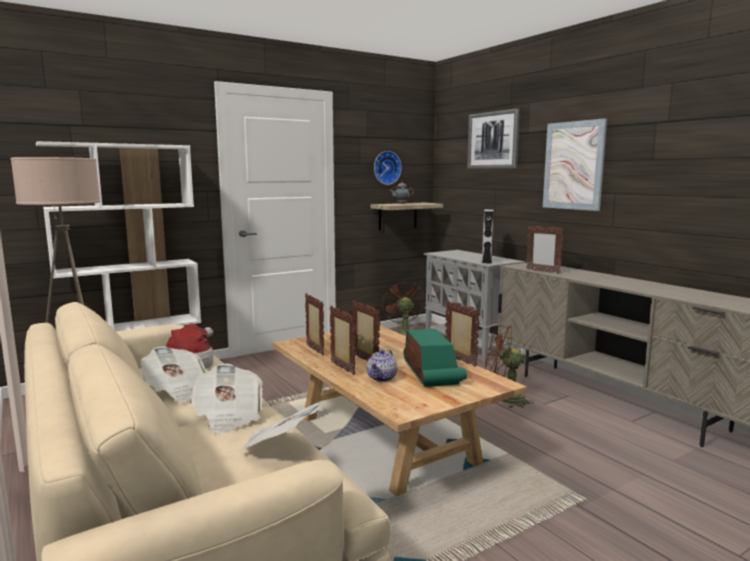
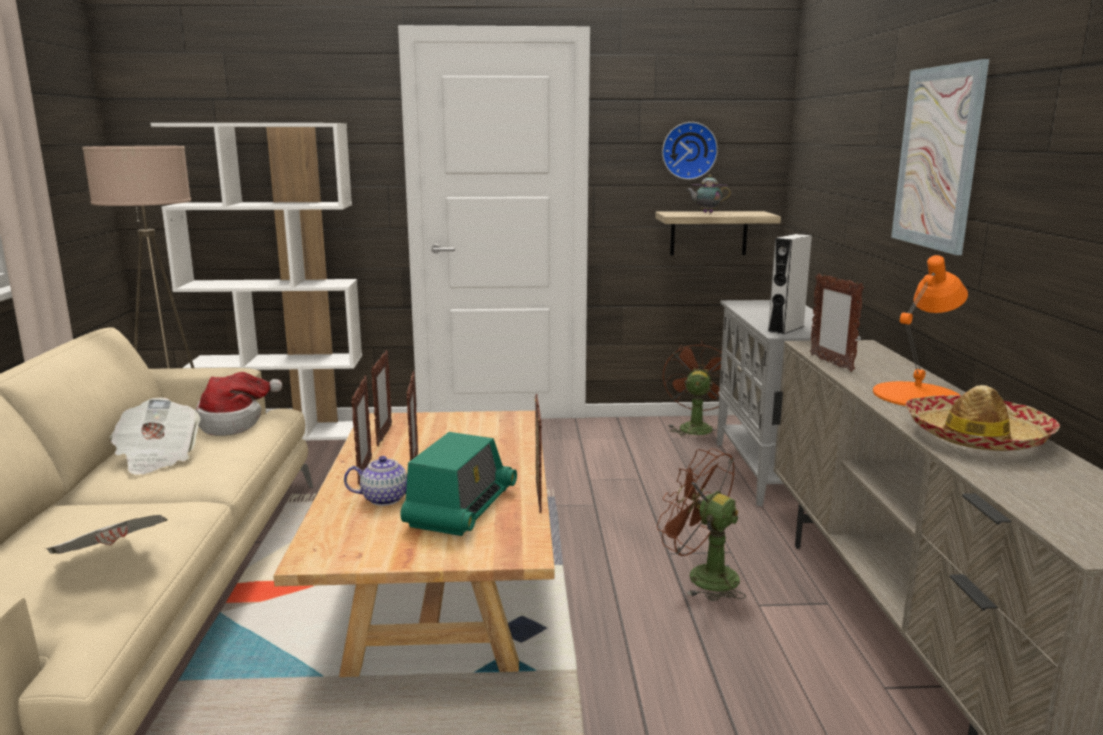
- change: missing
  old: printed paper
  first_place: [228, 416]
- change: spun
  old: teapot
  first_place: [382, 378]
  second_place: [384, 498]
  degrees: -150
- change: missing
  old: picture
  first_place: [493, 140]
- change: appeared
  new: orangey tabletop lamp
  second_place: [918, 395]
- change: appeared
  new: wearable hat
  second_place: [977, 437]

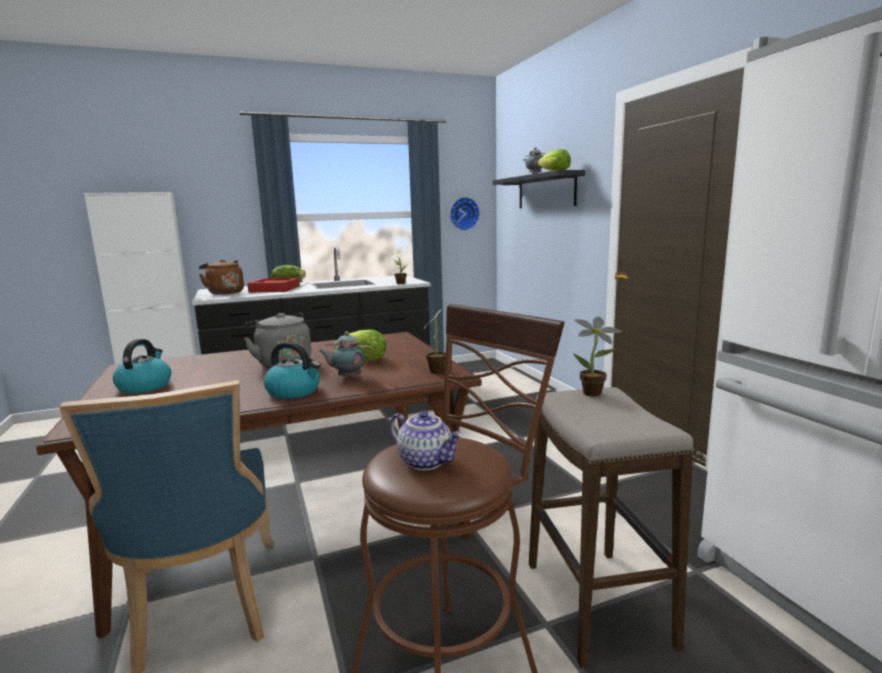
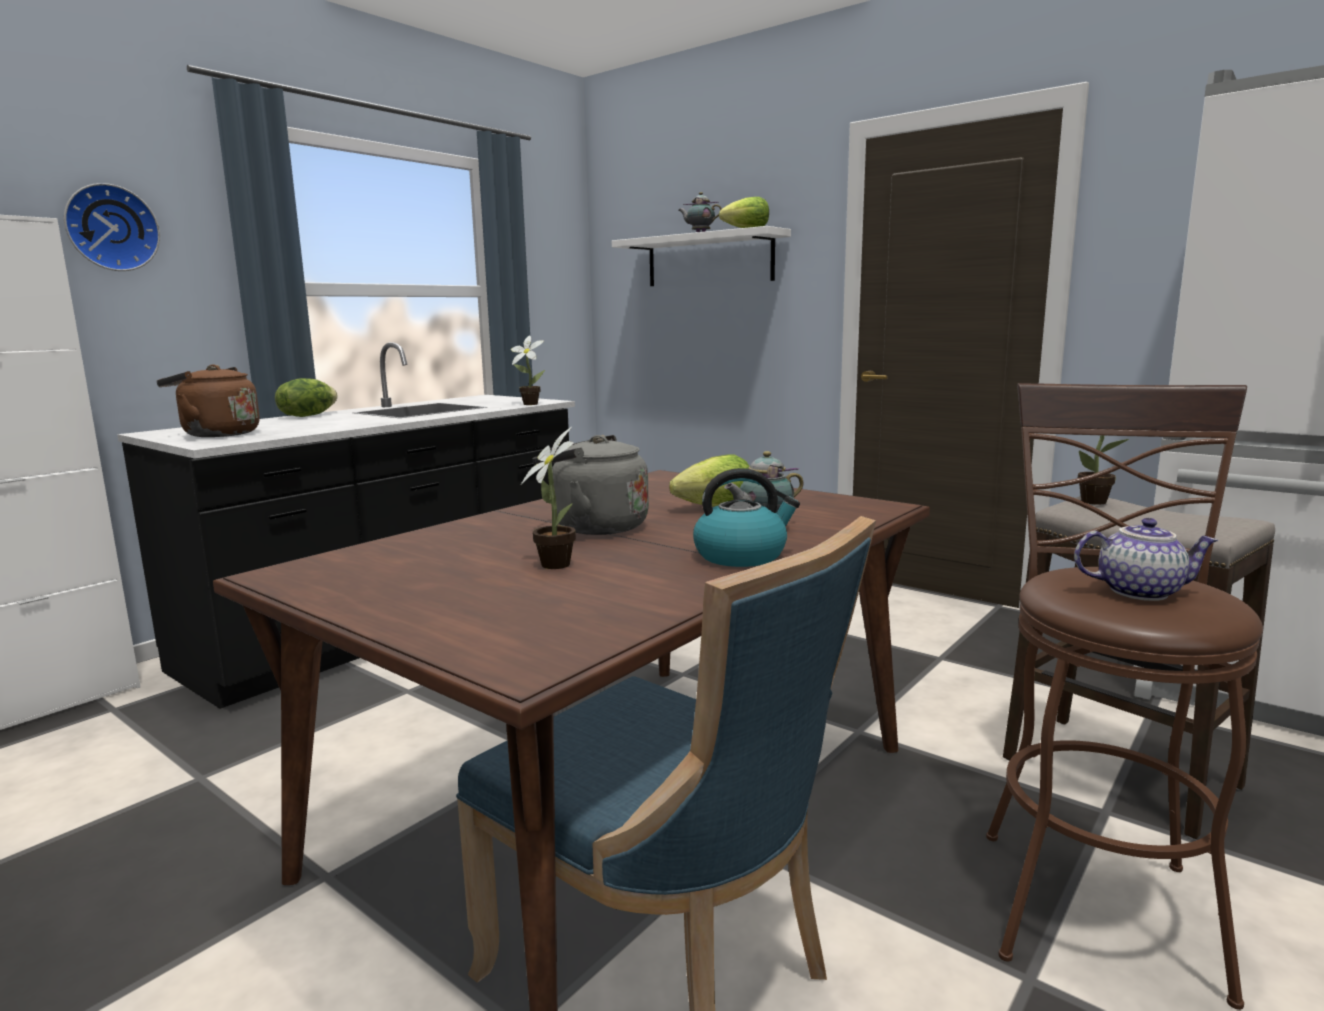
- change: missing
  old: kettle
  first_place: [145, 386]
- change: missing
  old: red carrying tray
  first_place: [274, 289]
- change: relocated
  old: plant in a pot
  first_place: [438, 371]
  second_place: [556, 563]
- change: relocated
  old: hanging clock
  first_place: [463, 214]
  second_place: [111, 228]
- change: colour
  old: blackish shelf
  new: whitish shelf
  first_place: [546, 191]
  second_place: [709, 260]

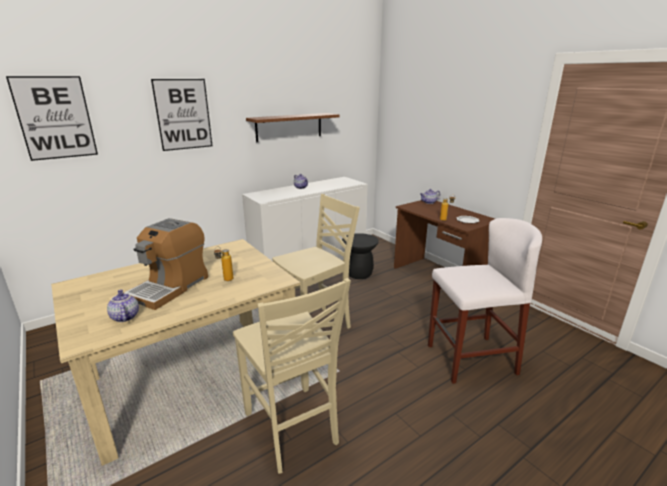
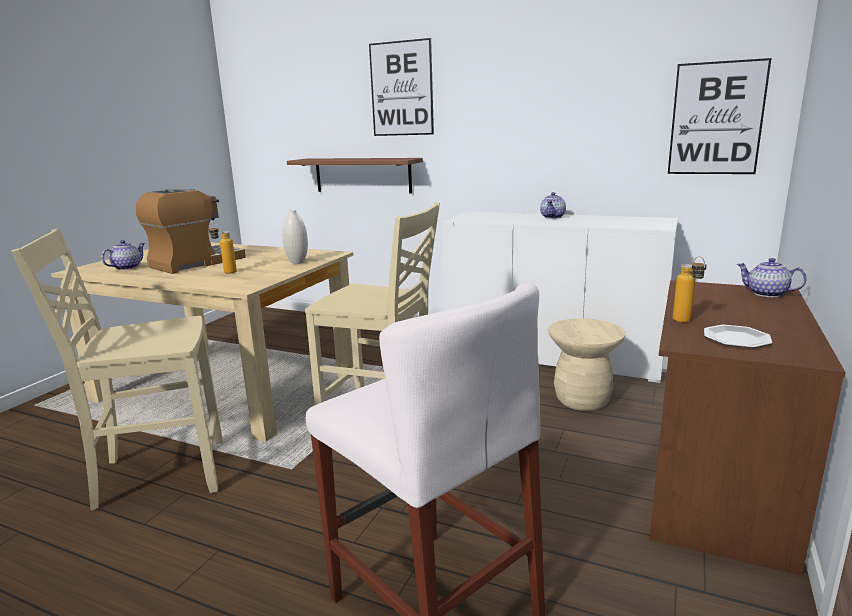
- change: relocated
  old: picture
  first_place: [55, 118]
  second_place: [716, 119]
- change: spun
  old: coffee brewer
  first_place: [170, 287]
  second_place: [196, 263]
  degrees: 135
- change: spun
  old: beige-coloured upright chair
  first_place: [292, 429]
  second_place: [159, 474]
  degrees: 45
- change: relocated
  old: brown-coloured shelf
  first_place: [289, 127]
  second_place: [362, 175]
- change: colour
  old: blackish sitting stool
  new: beige-coloured sitting stool
  first_place: [359, 274]
  second_place: [582, 400]
- change: appeared
  new: whitish flower vase
  second_place: [297, 262]

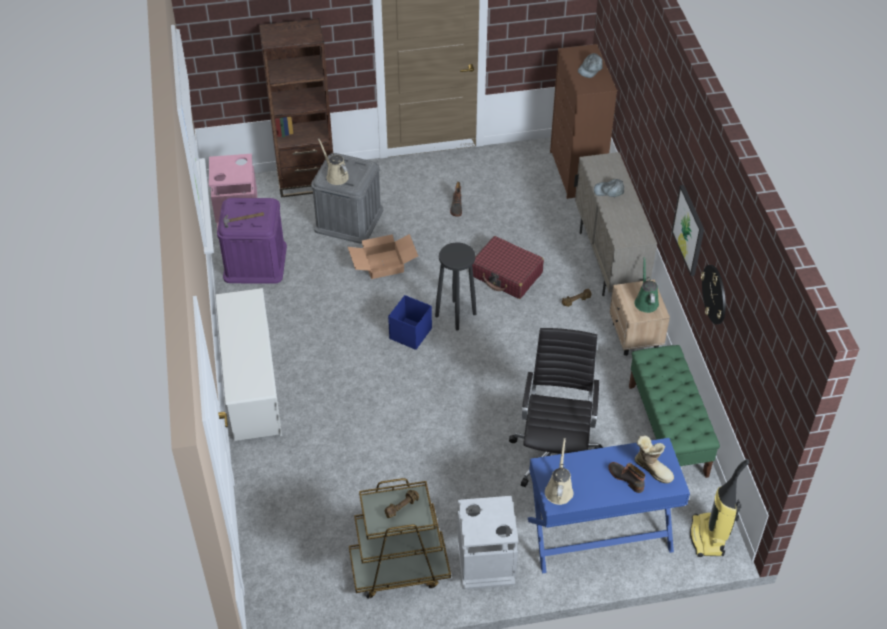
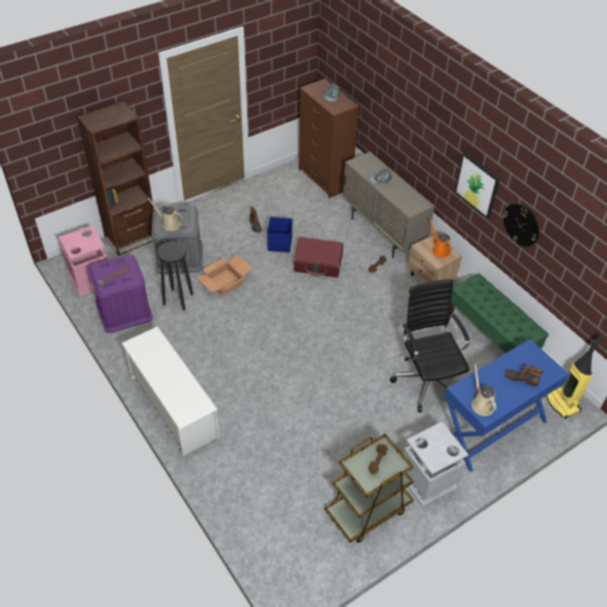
- change: relocated
  old: blue storage box
  first_place: [410, 334]
  second_place: [279, 244]
- change: relocated
  old: blackish sitting stool
  first_place: [456, 314]
  second_place: [178, 299]
- change: colour
  old: greenish watering pot
  new: orangey watering pot
  first_place: [646, 301]
  second_place: [439, 250]
- change: missing
  old: boot
  first_place: [653, 468]

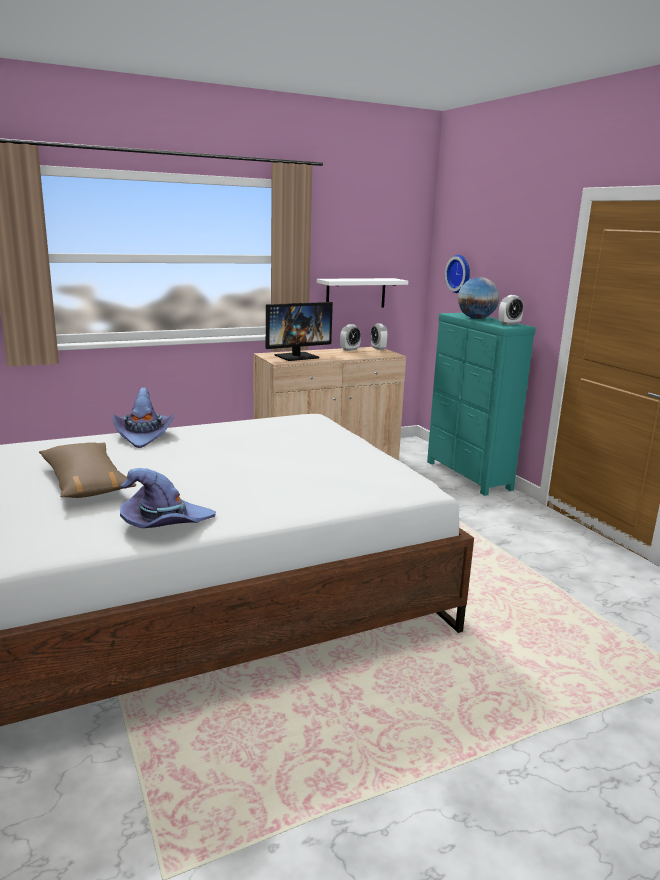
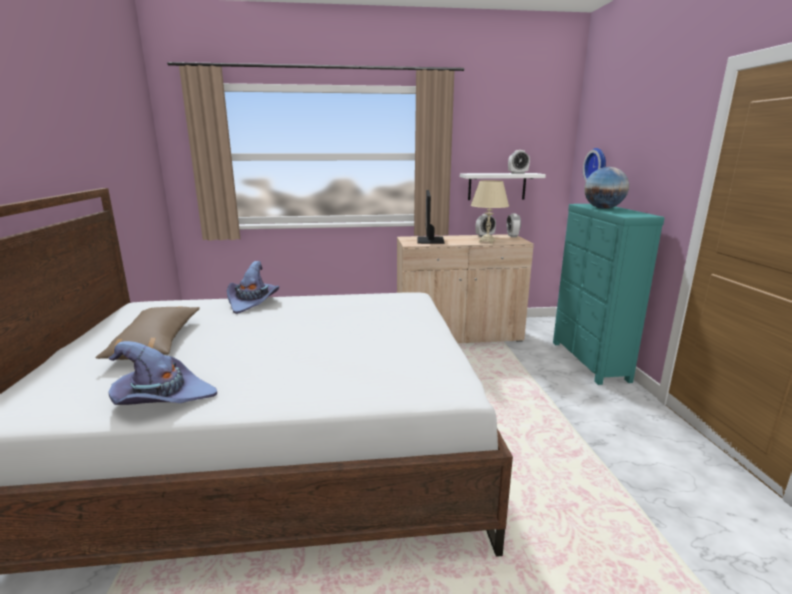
- change: spun
  old: computer screen
  first_place: [297, 356]
  second_place: [430, 240]
  degrees: 105
- change: relocated
  old: alarm clock
  first_place: [509, 324]
  second_place: [517, 173]
- change: appeared
  new: beige-coloured tabletop lamp
  second_place: [487, 241]

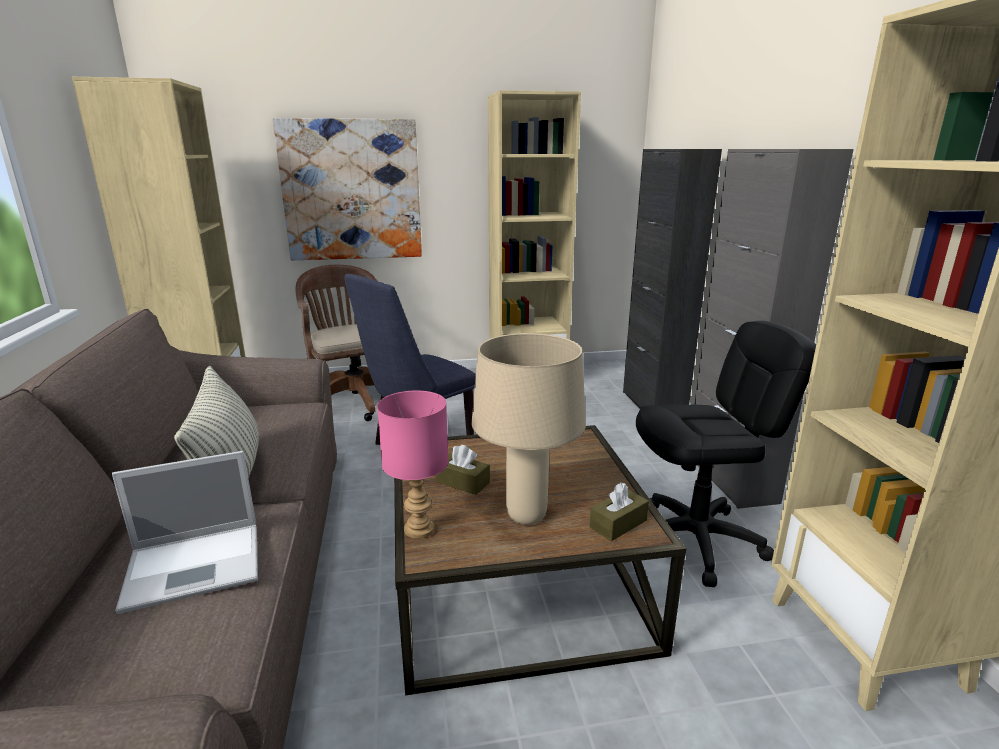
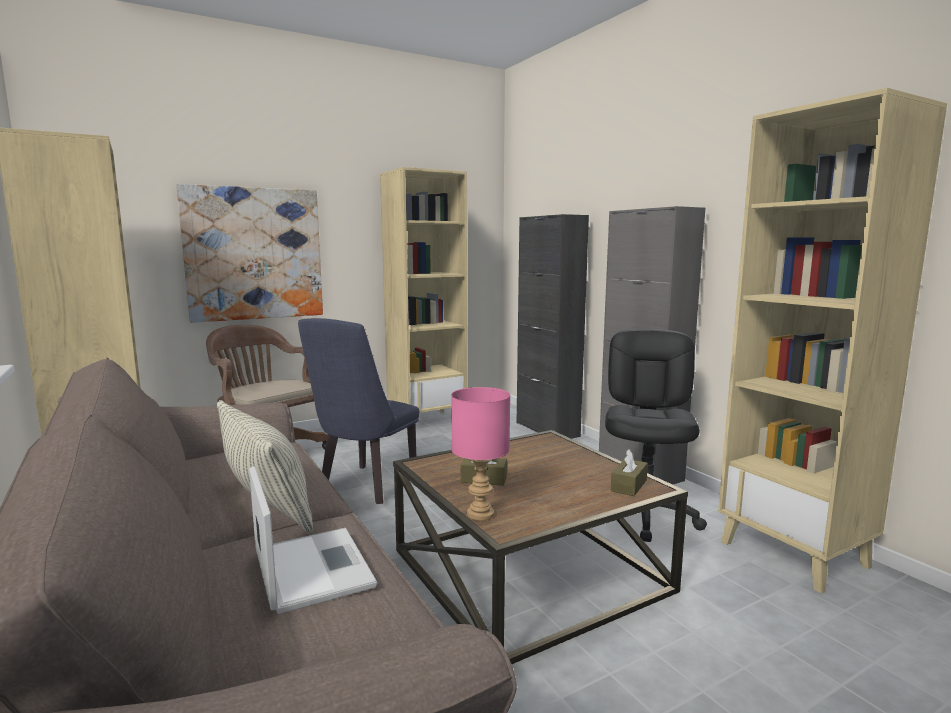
- change: spun
  old: laptop
  first_place: [197, 565]
  second_place: [311, 567]
  degrees: -75
- change: missing
  old: beige-coloured tabletop lamp
  first_place: [527, 516]
- change: spun
  old: blackish desk chair
  first_place: [696, 540]
  second_place: [644, 514]
  degrees: -45

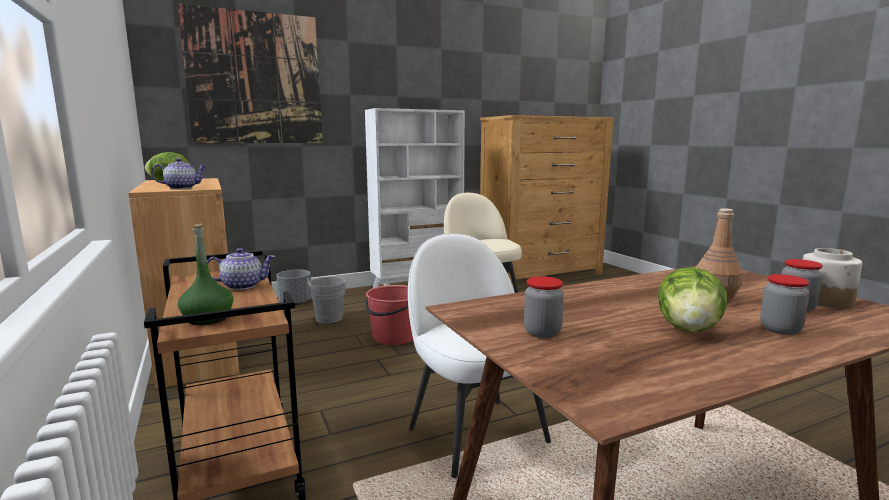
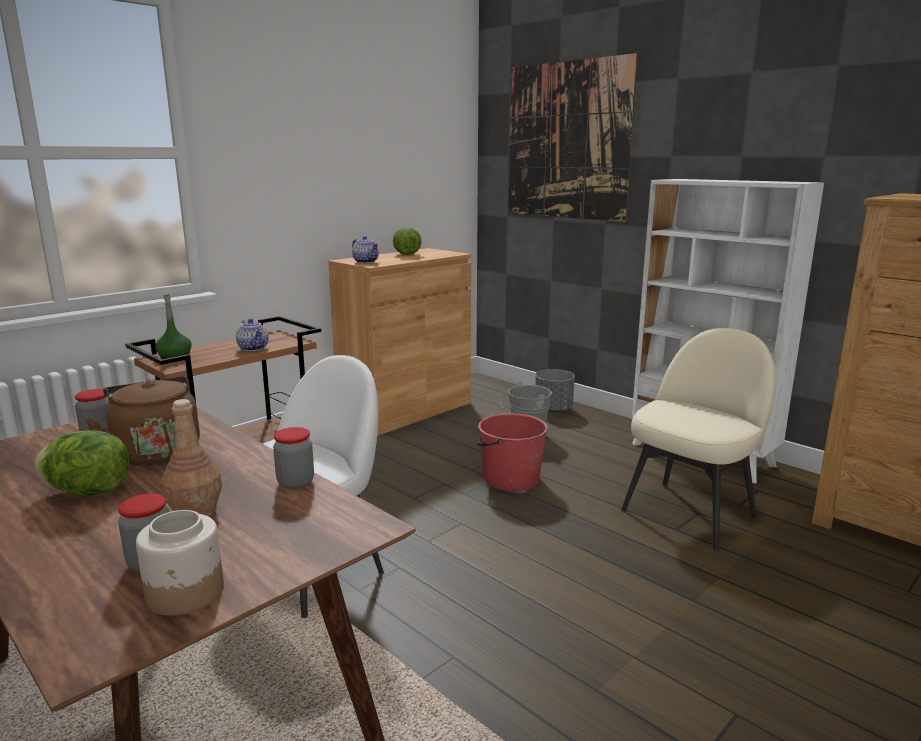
- change: relocated
  old: storage jar
  first_place: [780, 329]
  second_place: [295, 482]
- change: appeared
  new: brown-coloured kettle
  second_place: [156, 452]

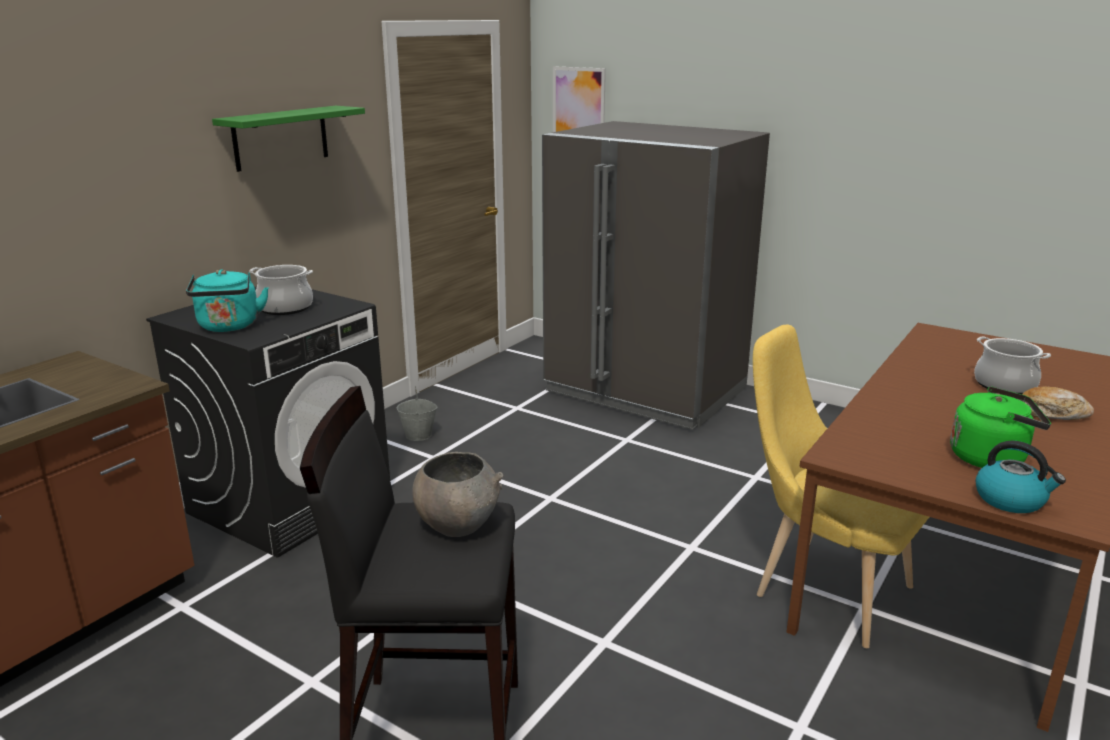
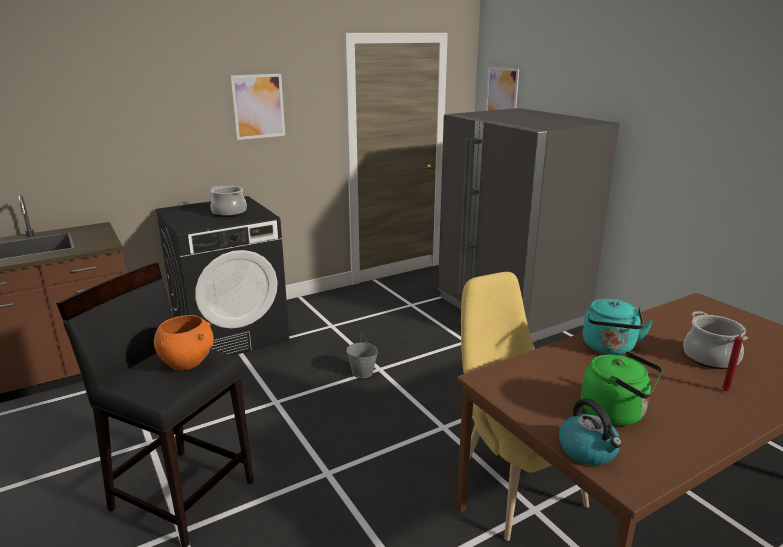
- change: relocated
  old: turquoise kettle
  first_place: [229, 327]
  second_place: [609, 348]
- change: exchanged
  old: greenish shelf
  new: picture
  first_place: [281, 137]
  second_place: [258, 106]
- change: relocated
  old: greyish water bucket
  first_place: [419, 435]
  second_place: [362, 372]
- change: colour
  old: greyish bowl
  new: orangey bowl
  first_place: [458, 524]
  second_place: [187, 363]
- change: exchanged
  old: bakery bread
  new: red wax light
  first_place: [1052, 413]
  second_place: [726, 390]

